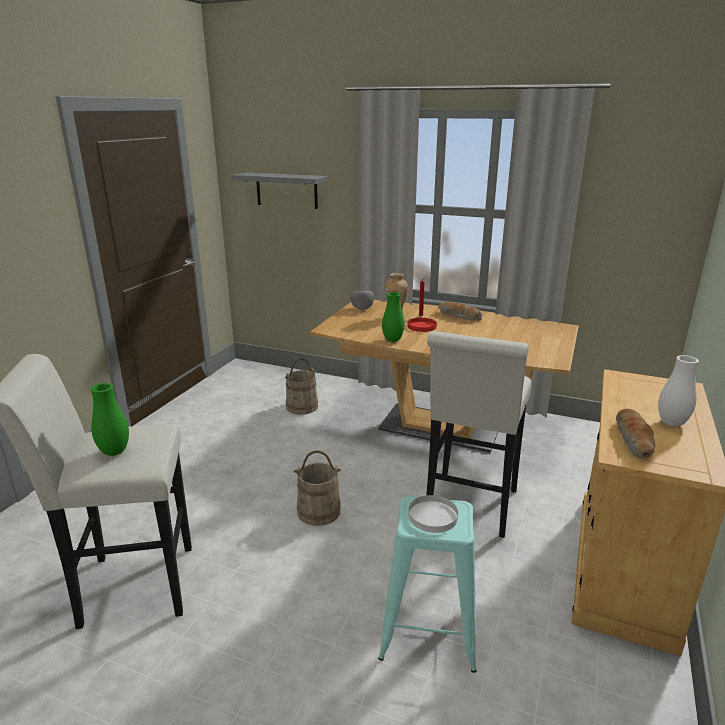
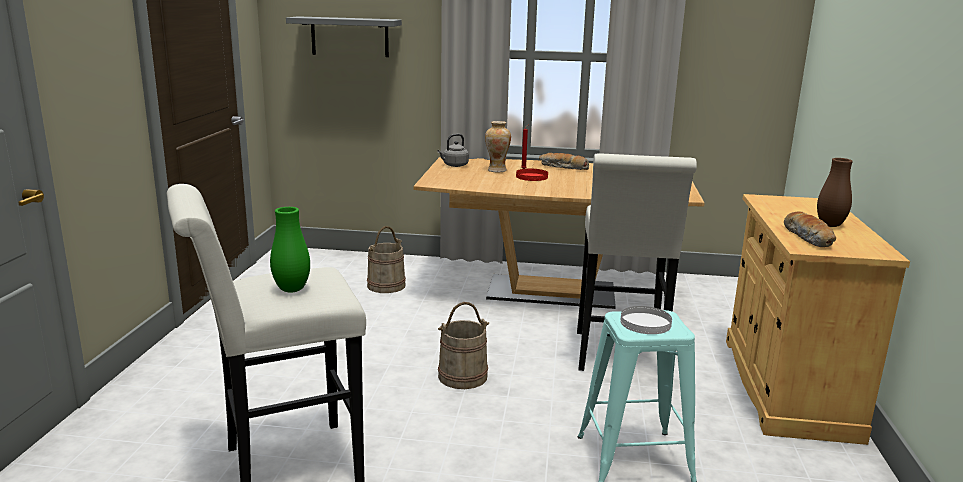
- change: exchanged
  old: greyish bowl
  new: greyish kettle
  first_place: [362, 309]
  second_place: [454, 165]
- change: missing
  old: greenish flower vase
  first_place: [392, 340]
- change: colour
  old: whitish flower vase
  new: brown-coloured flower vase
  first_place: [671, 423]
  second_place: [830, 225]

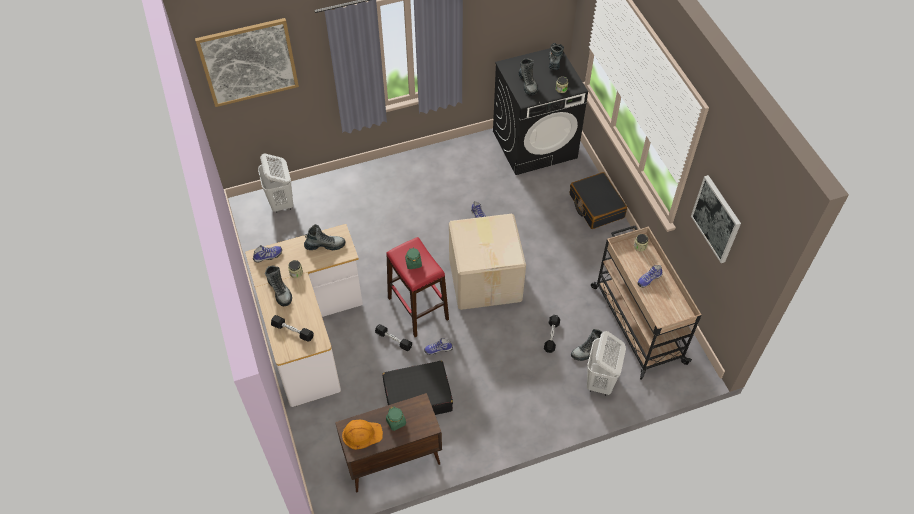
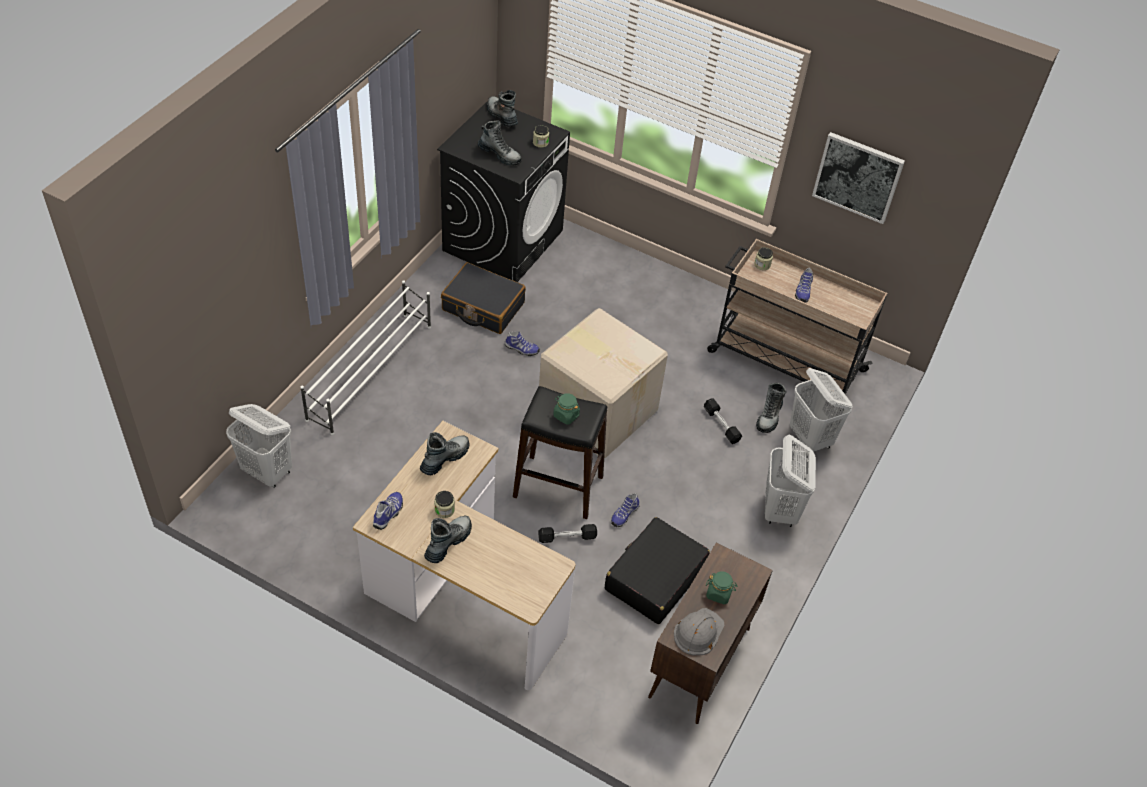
- change: missing
  old: picture
  first_place: [248, 62]
- change: spun
  old: boot
  first_place: [280, 291]
  second_place: [448, 542]
  degrees: -75
- change: missing
  old: blackish dumbbell
  first_place: [292, 331]
- change: colour
  old: orangey safety helmet
  new: greyish safety helmet
  first_place: [361, 434]
  second_place: [698, 632]
- change: colour
  old: red sitting stool
  new: blackish sitting stool
  first_place: [418, 308]
  second_place: [558, 486]
- change: relocated
  old: blackish piece of luggage
  first_place: [596, 206]
  second_place: [483, 307]
- change: appeared
  new: whitish shoe shelf
  second_place: [371, 372]
- change: appeared
  new: whitish laundry basket
  second_place: [780, 510]

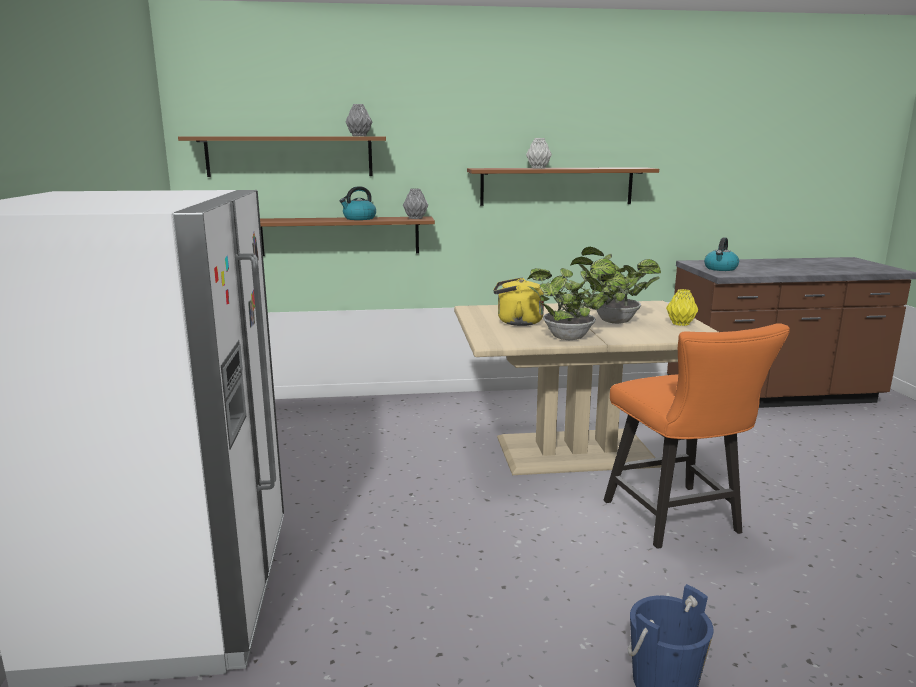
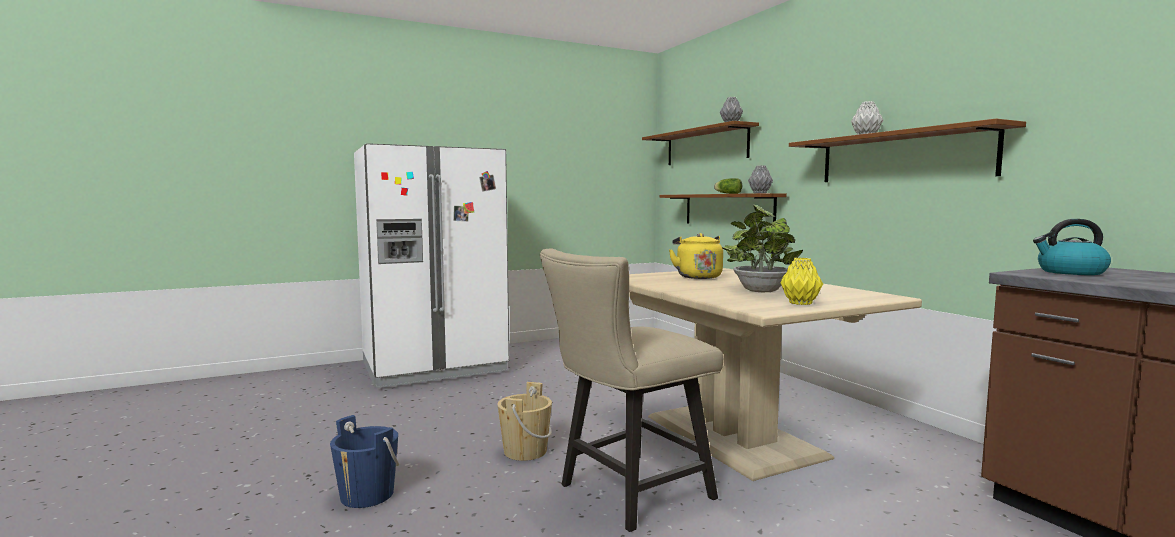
- change: exchanged
  old: kettle
  new: lettuce
  first_place: [359, 218]
  second_place: [727, 193]
- change: missing
  old: plant in a pot
  first_place: [572, 337]
- change: colour
  old: orangey upright chair
  new: beige-coloured upright chair
  first_place: [678, 521]
  second_place: [627, 494]
- change: appeared
  new: beige-coloured water bucket
  second_place: [525, 451]

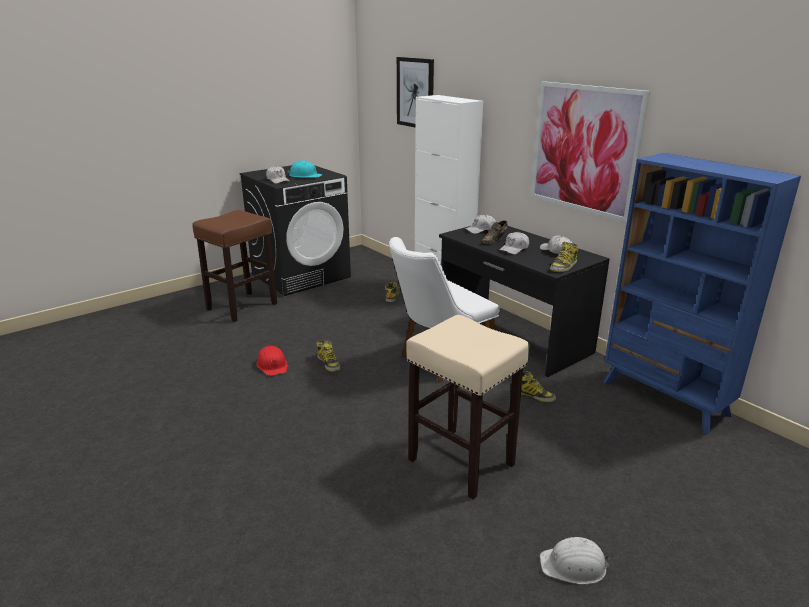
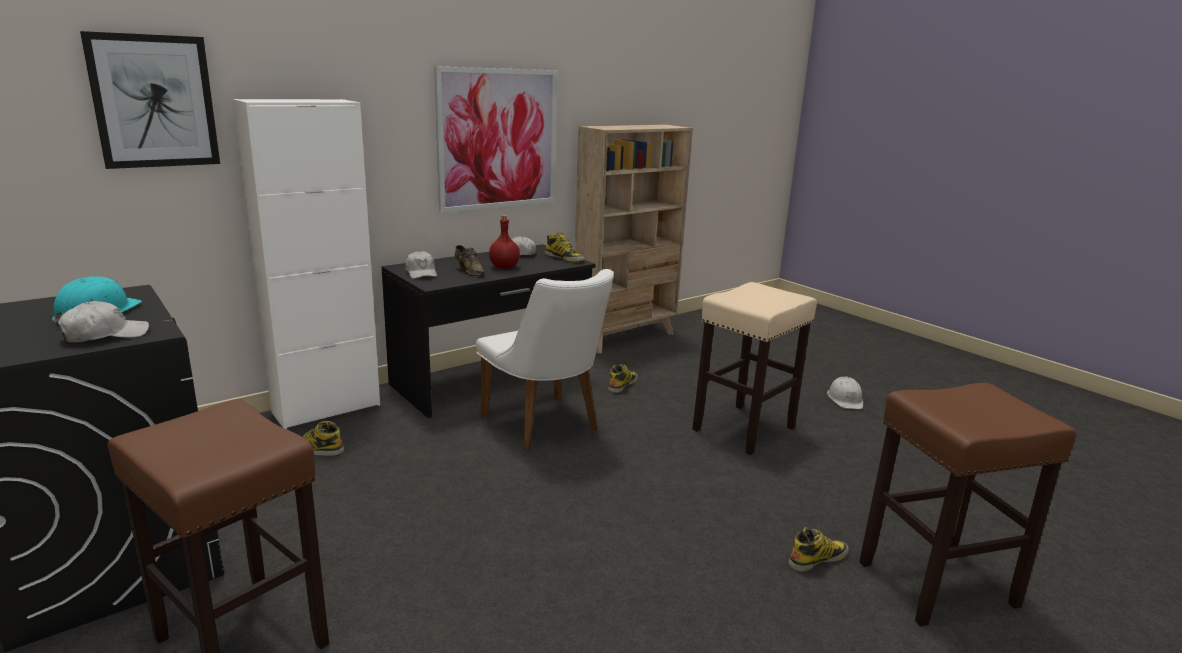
- change: missing
  old: red safety helmet
  first_place: [272, 365]
- change: relocated
  old: boot
  first_place: [329, 363]
  second_place: [817, 559]
- change: exchanged
  old: whitish cap
  new: red bottle
  first_place: [514, 249]
  second_place: [504, 267]
- change: colour
  old: blue bookshelf
  new: beige-coloured bookshelf
  first_place: [664, 399]
  second_place: [625, 337]
- change: appeared
  new: brown-coloured sitting stool
  second_place: [935, 584]

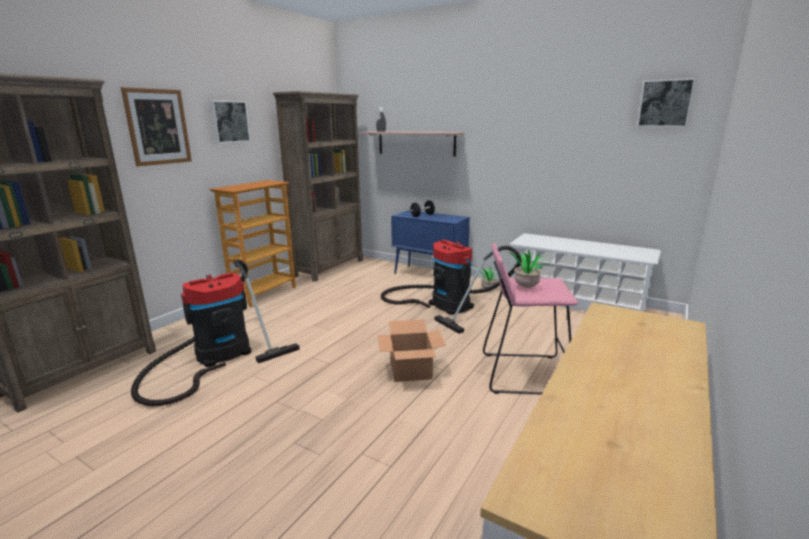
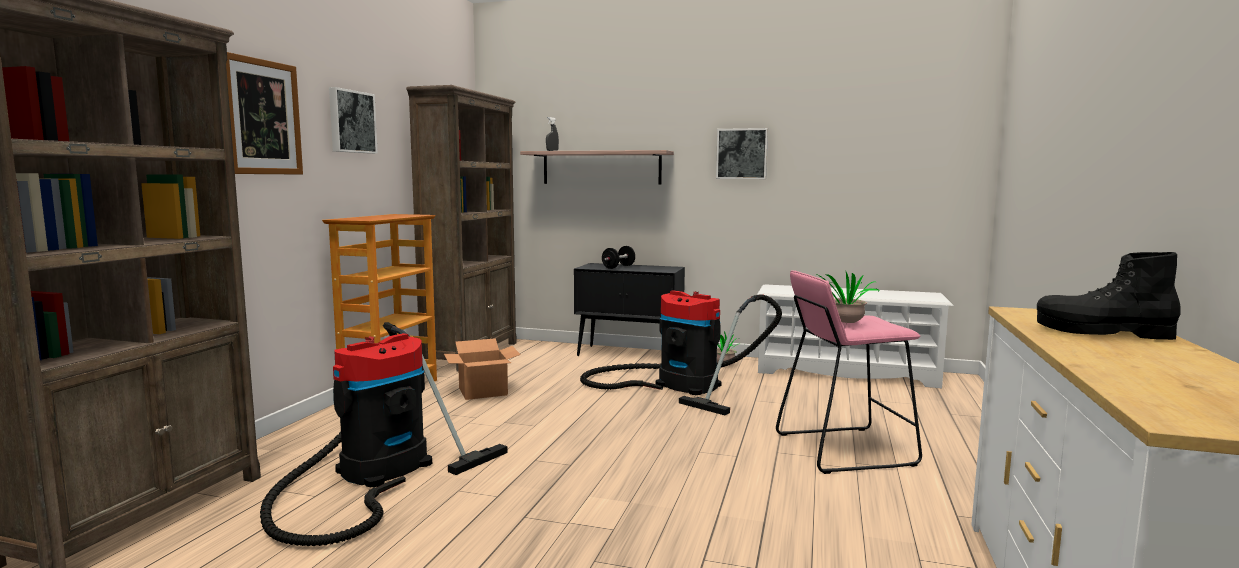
- change: relocated
  old: packing box
  first_place: [411, 370]
  second_place: [483, 391]
- change: colour
  old: blue cupboard
  new: blackish cupboard
  first_place: [430, 275]
  second_place: [630, 354]
- change: relocated
  old: picture
  first_place: [665, 103]
  second_place: [742, 154]
- change: appeared
  new: blackish boot
  second_place: [1102, 333]

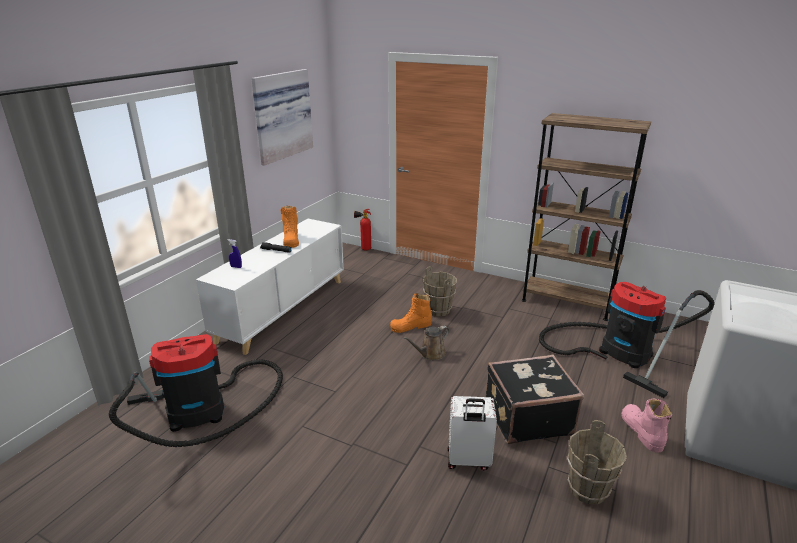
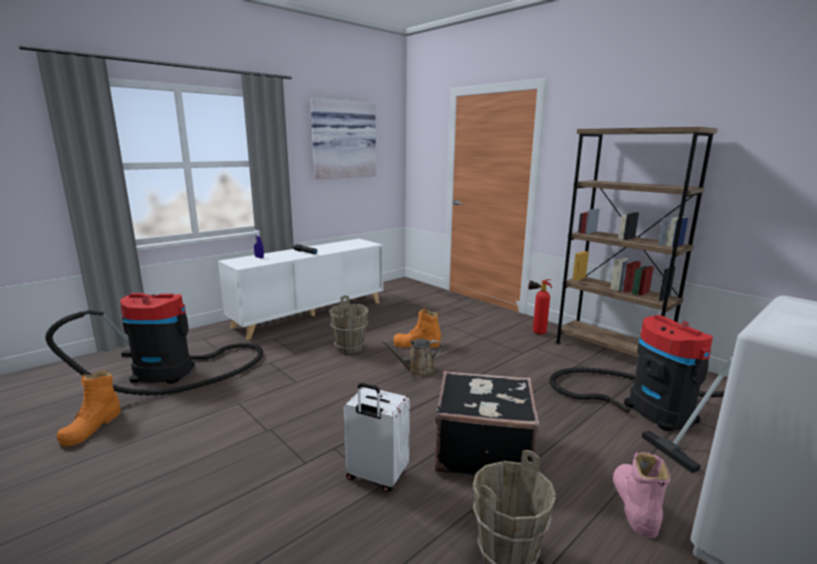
- change: relocated
  old: orangey boot
  first_place: [291, 240]
  second_place: [92, 427]
- change: relocated
  old: fire-fighting cylinder
  first_place: [363, 249]
  second_place: [536, 332]
- change: relocated
  old: brown-coloured water bucket
  first_place: [438, 310]
  second_place: [350, 348]

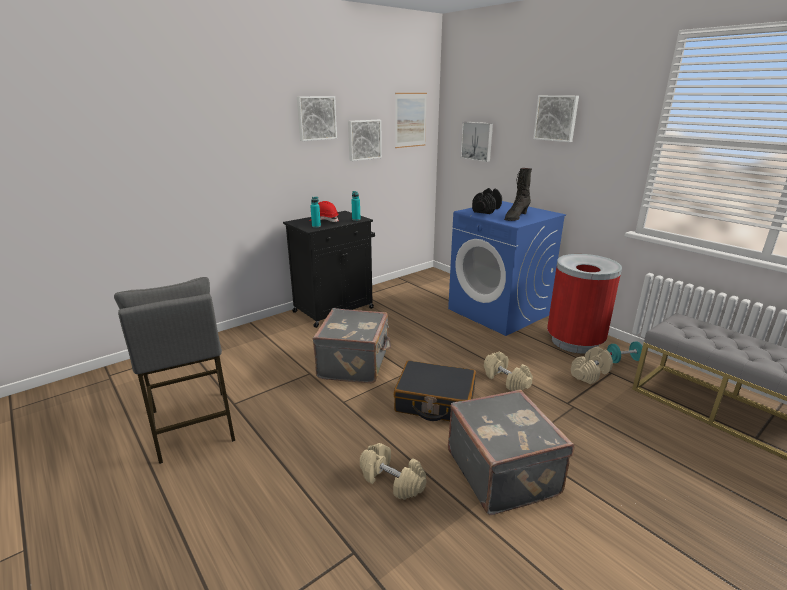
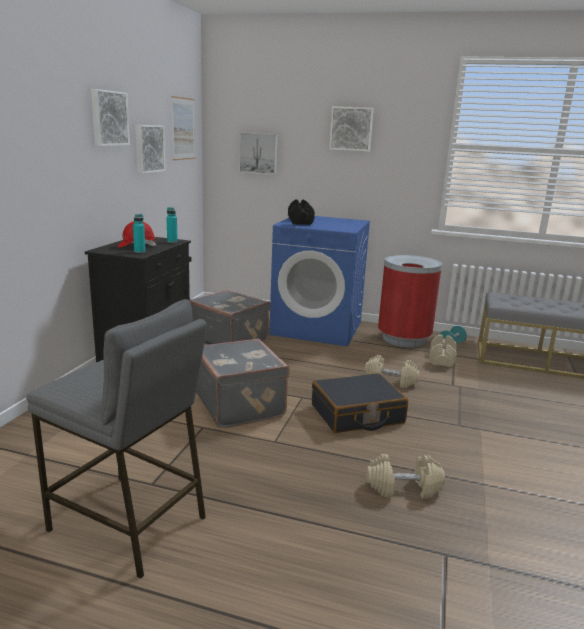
- change: relocated
  old: greyish piece of luggage
  first_place: [503, 472]
  second_place: [230, 339]
- change: missing
  old: blackish boot
  first_place: [515, 217]

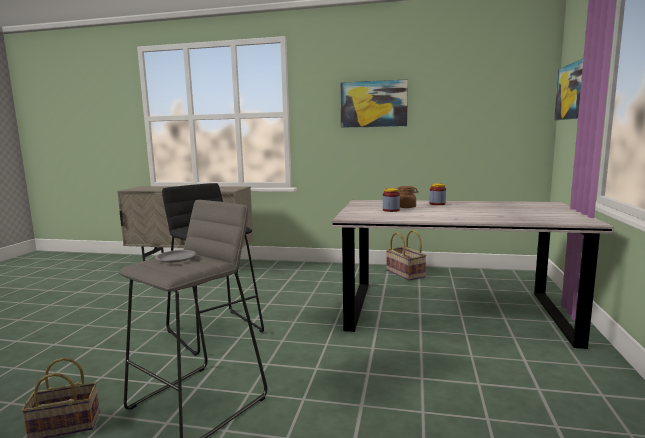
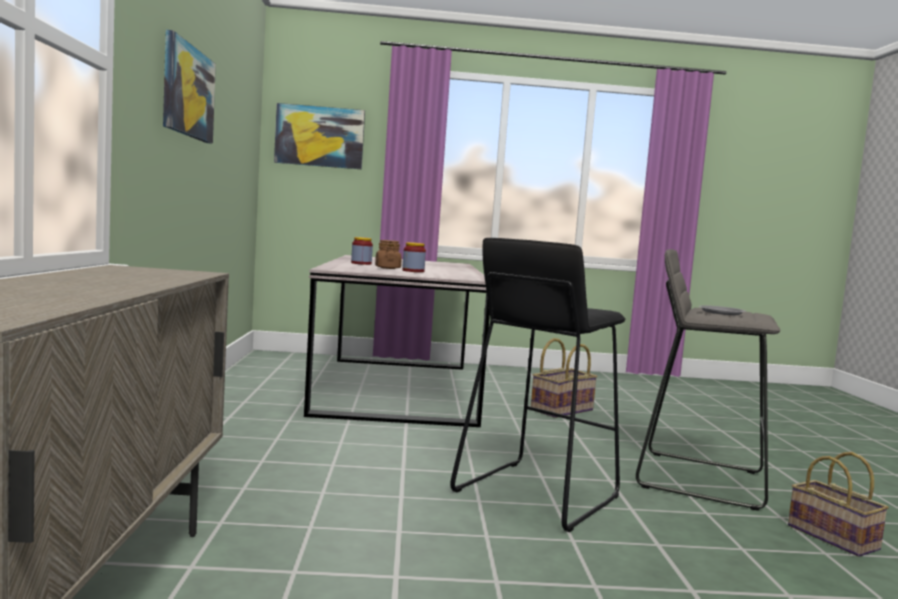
- change: relocated
  old: storage basket
  first_place: [406, 273]
  second_place: [561, 409]

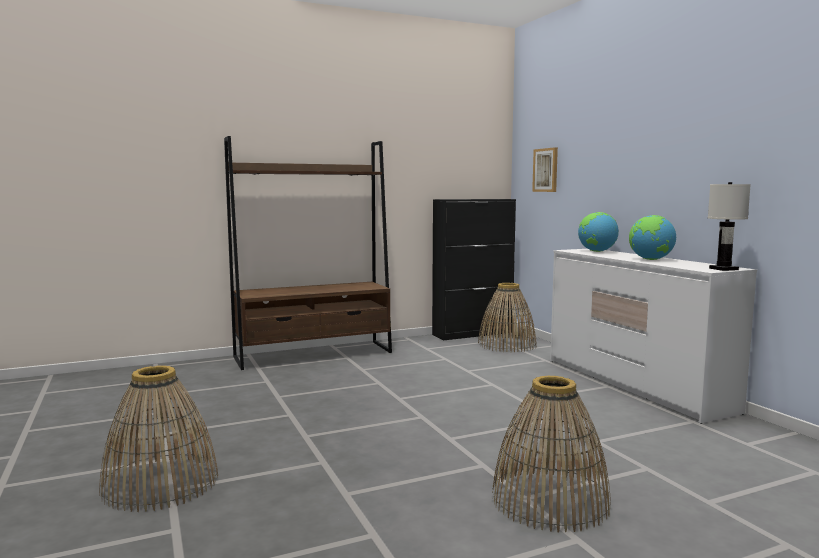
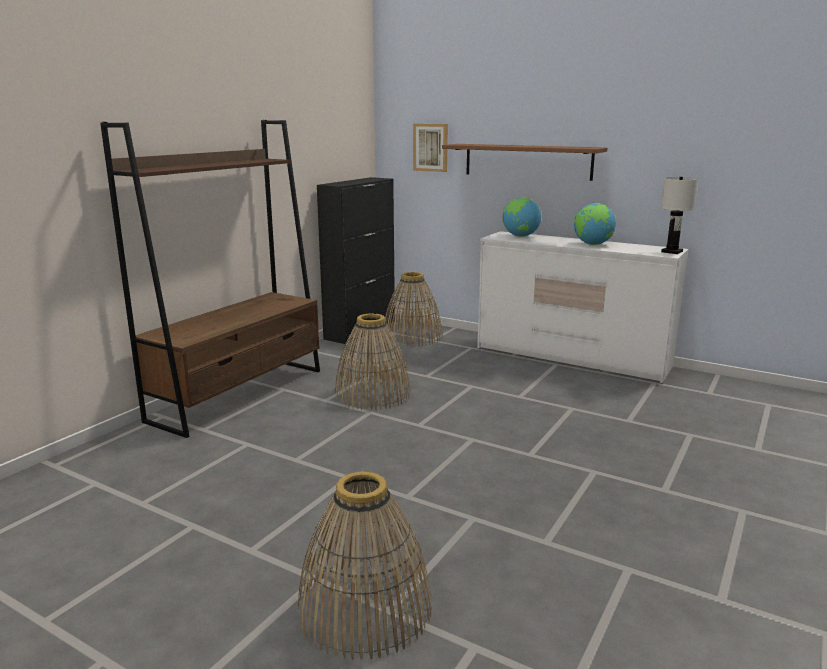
- change: relocated
  old: storage basket
  first_place: [550, 500]
  second_place: [372, 394]
- change: appeared
  new: brown-coloured shelf
  second_place: [527, 161]

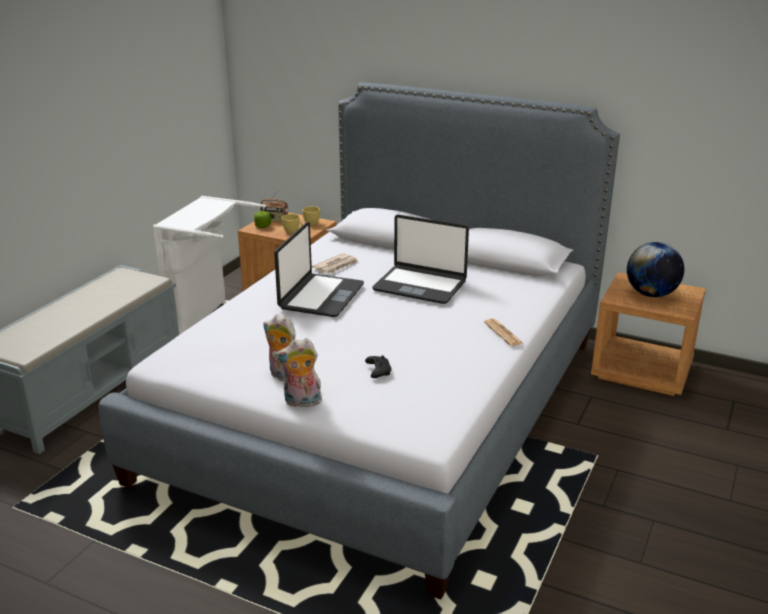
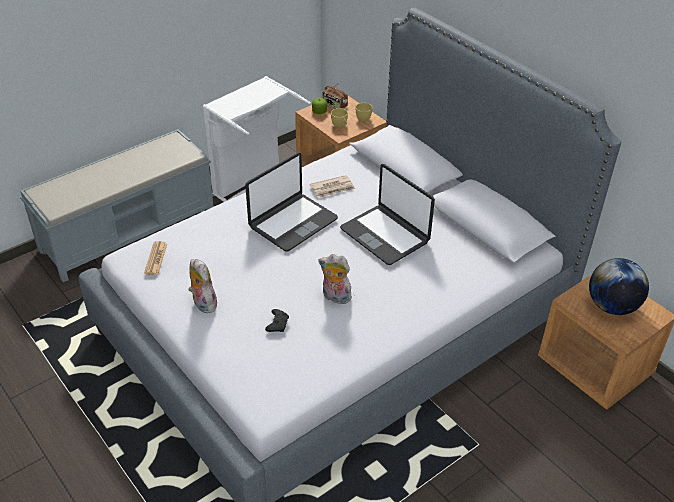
- change: relocated
  old: cuddly toy
  first_place: [301, 402]
  second_place: [335, 297]
- change: relocated
  old: printed paper
  first_place: [503, 333]
  second_place: [156, 258]

